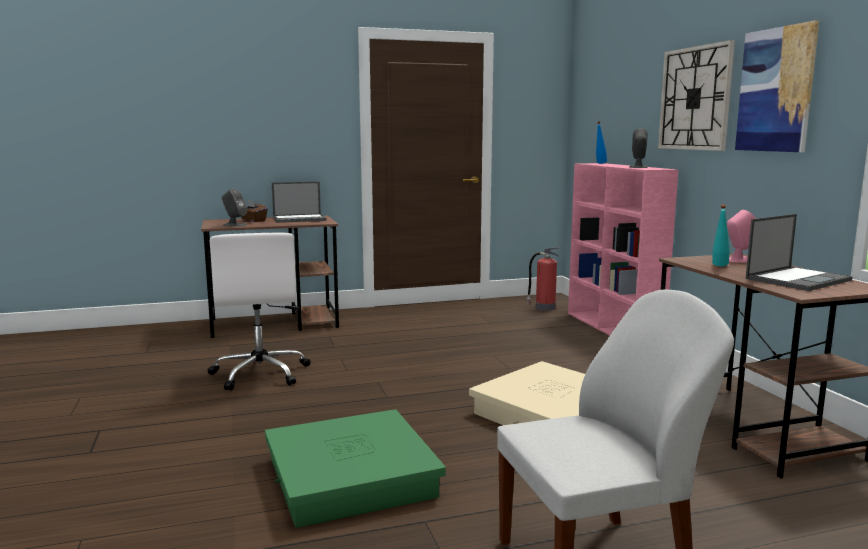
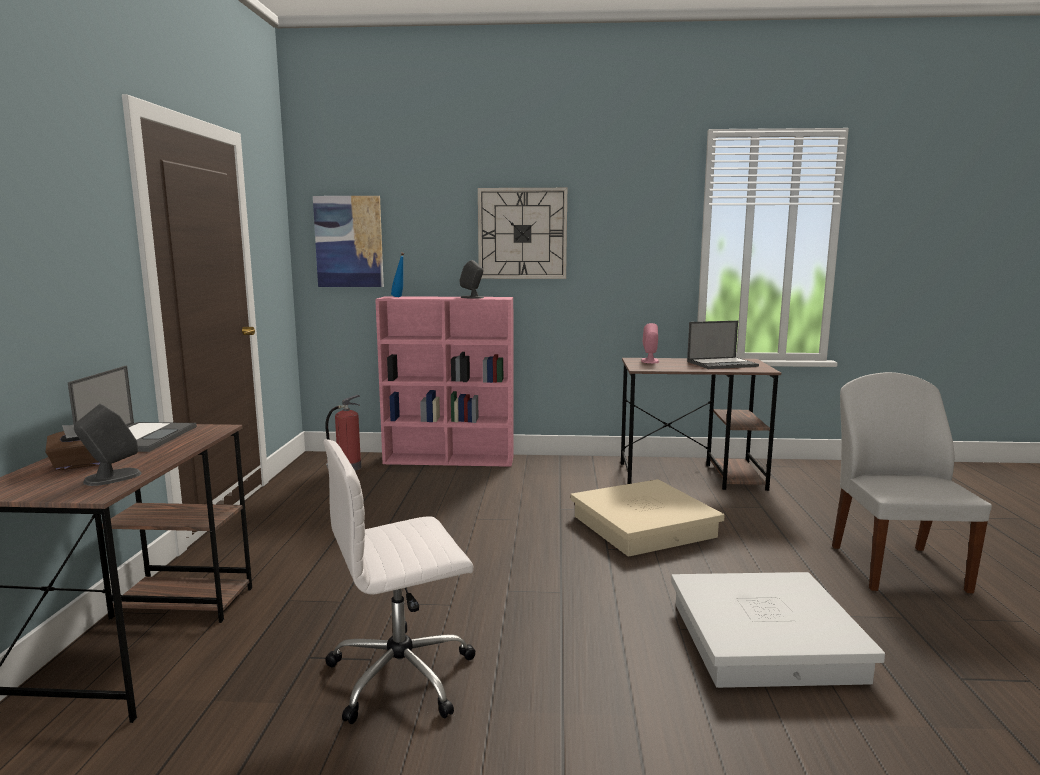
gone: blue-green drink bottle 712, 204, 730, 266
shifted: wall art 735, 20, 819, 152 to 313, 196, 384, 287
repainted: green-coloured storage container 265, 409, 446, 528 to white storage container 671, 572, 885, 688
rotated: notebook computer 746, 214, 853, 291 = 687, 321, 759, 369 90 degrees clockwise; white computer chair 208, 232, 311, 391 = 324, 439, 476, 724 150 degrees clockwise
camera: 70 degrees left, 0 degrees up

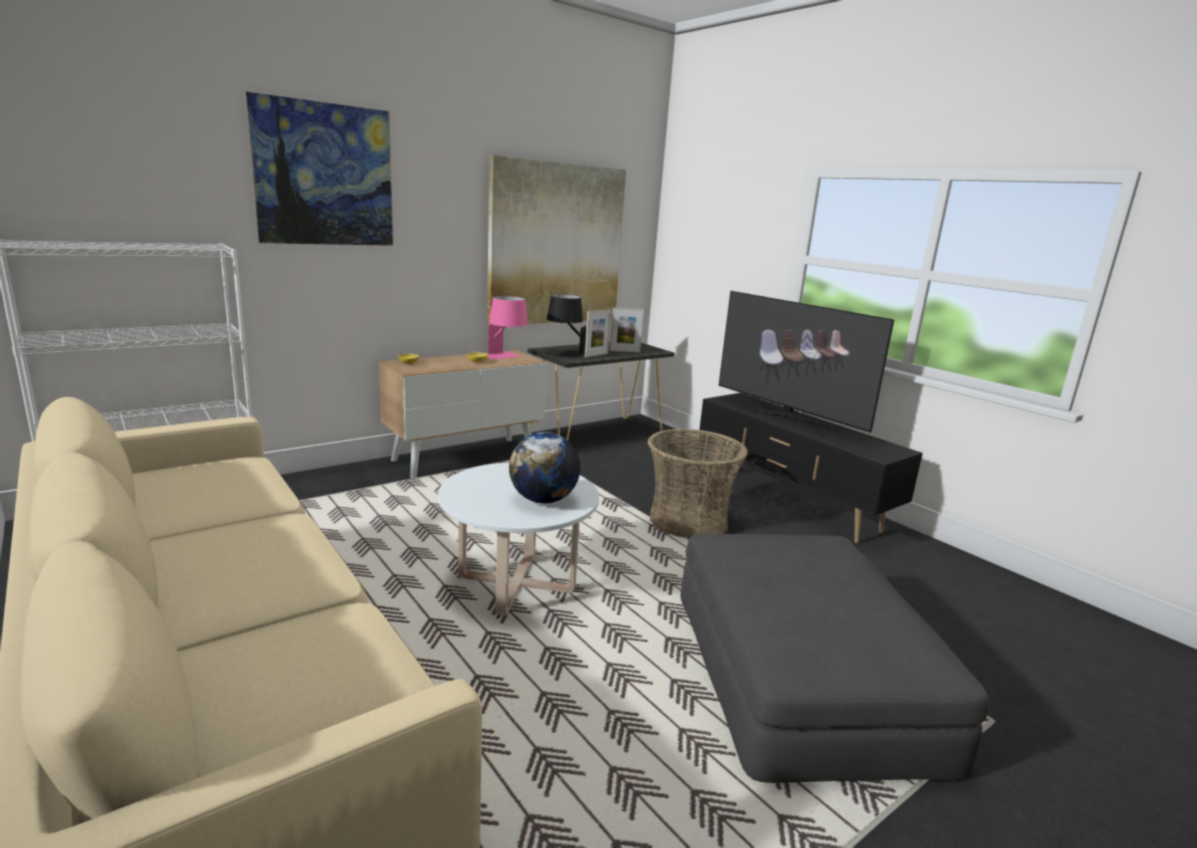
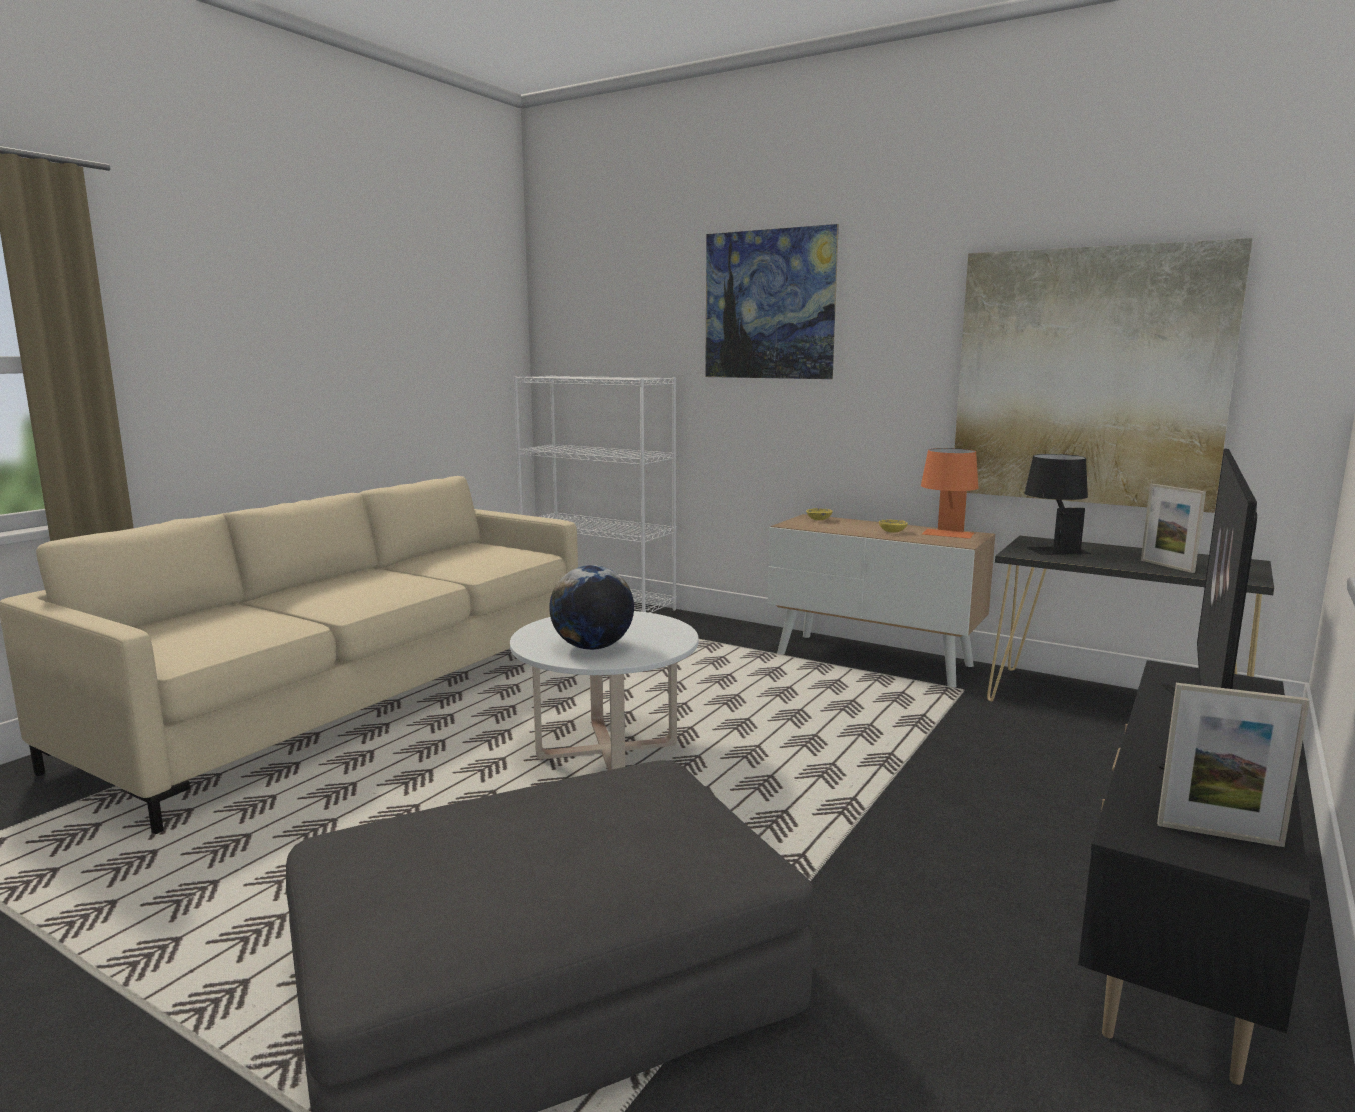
gone: storage basket 647, 429, 748, 539
shifted: standing frame 585, 309, 611, 357 to 1157, 683, 1309, 847
repainted: pink lamp for a table 487, 296, 528, 359 to orange-coloured lamp for a table 921, 448, 979, 539
camera: 70 degrees right, 5 degrees down

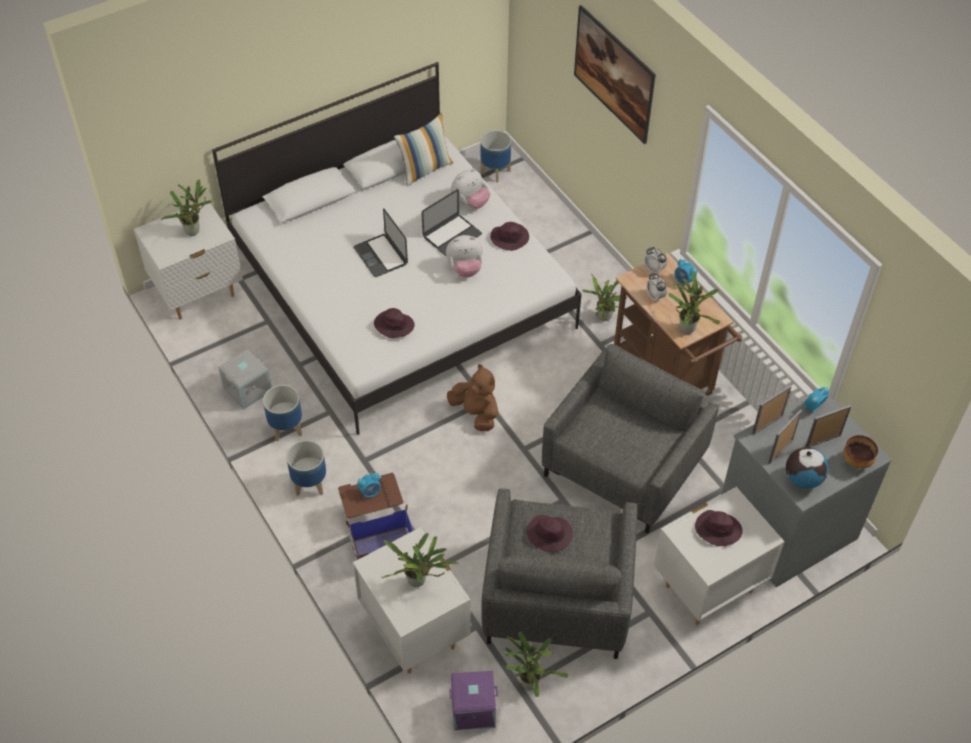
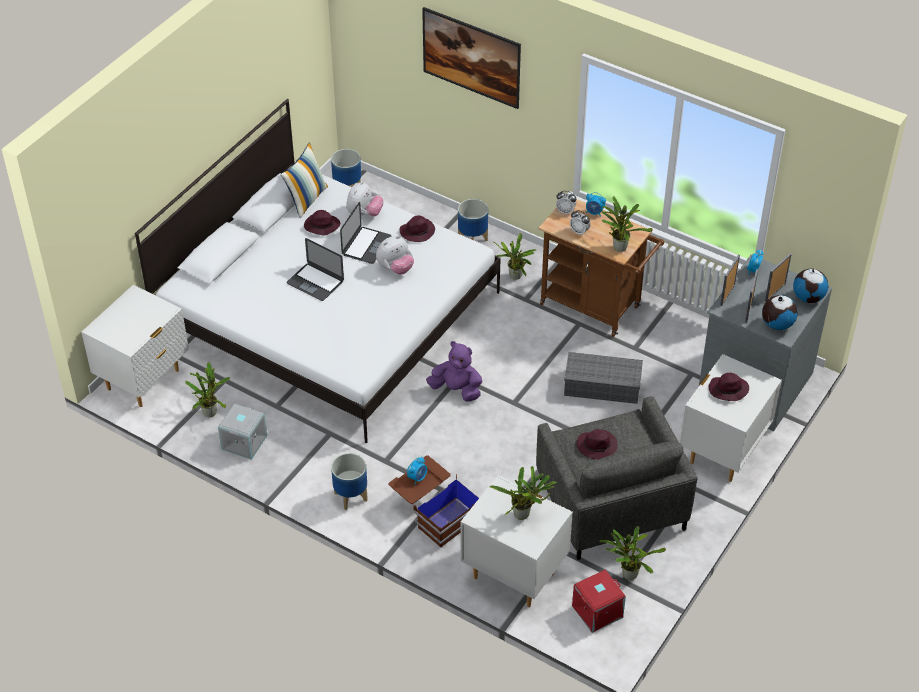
shifted: houseplant 161, 180, 212, 236 to 185, 362, 230, 417; purplish wearable hat 374, 308, 415, 338 to 304, 210, 340, 236; planter 263, 385, 302, 442 to 458, 199, 488, 241
swapped: greyish easy chair 542, 344, 719, 534 to greyish storage container 564, 352, 643, 404; bowl 843, 435, 878, 469 to world globe 793, 268, 828, 303
repainted: brown cuddly toy 447, 364, 498, 431 to purplish cuddly toy 426, 341, 482, 402; purplish storage container 449, 671, 498, 730 to red-coloured storage container 572, 570, 626, 633
camera: 25 degrees left, 5 degrees down

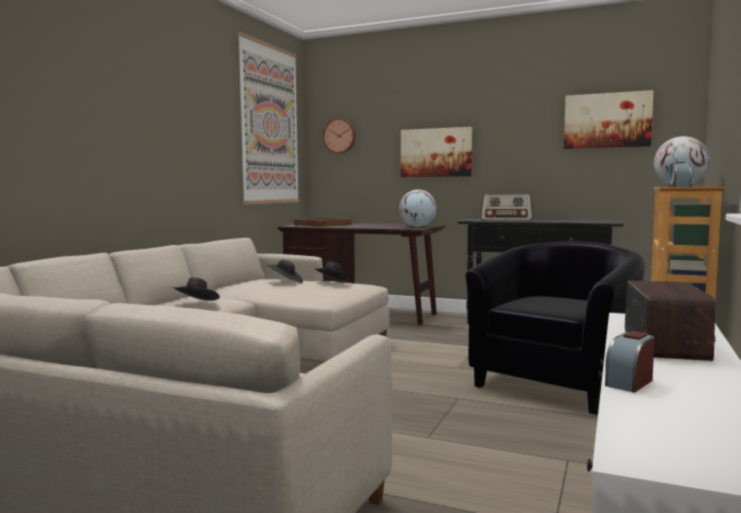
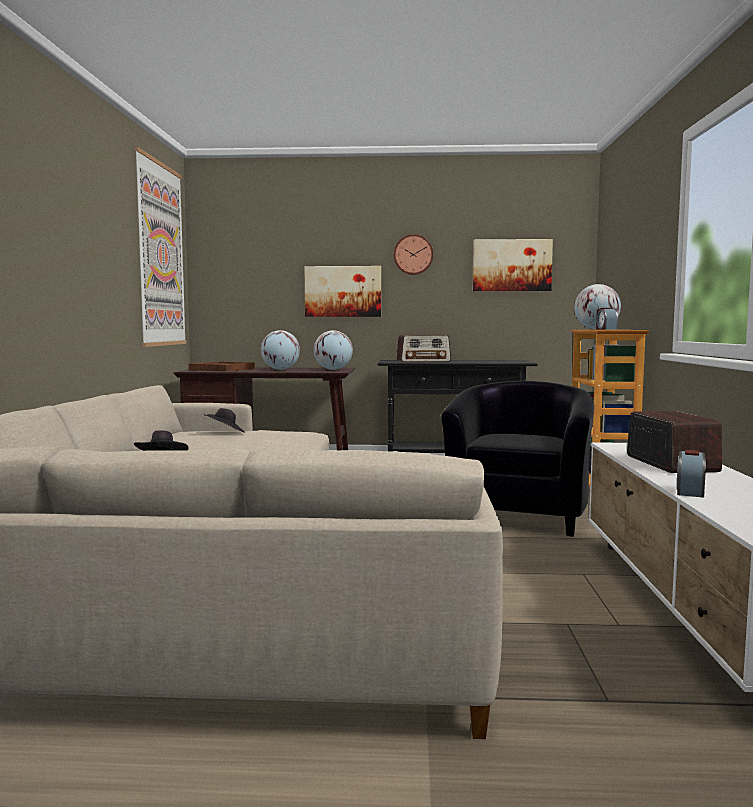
gone: black-coloured wearable hat 314, 261, 351, 281
new: world globe 261, 330, 300, 370
shifted: wall clock 323, 118, 356, 154 to 394, 234, 433, 275
camera: 20 degrees left, 0 degrees up

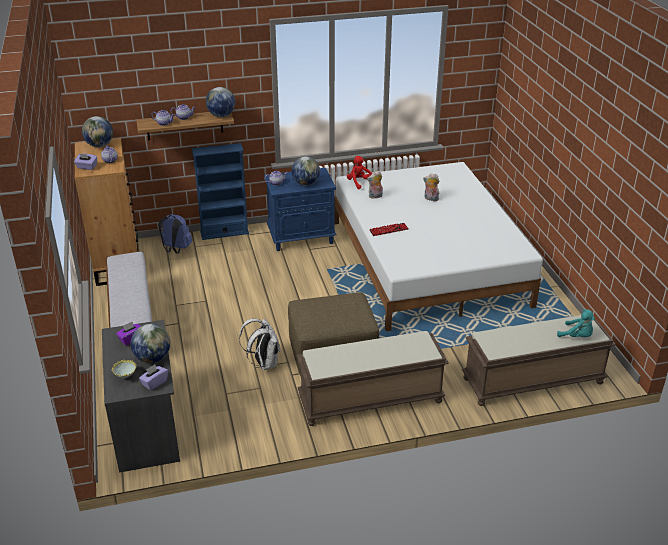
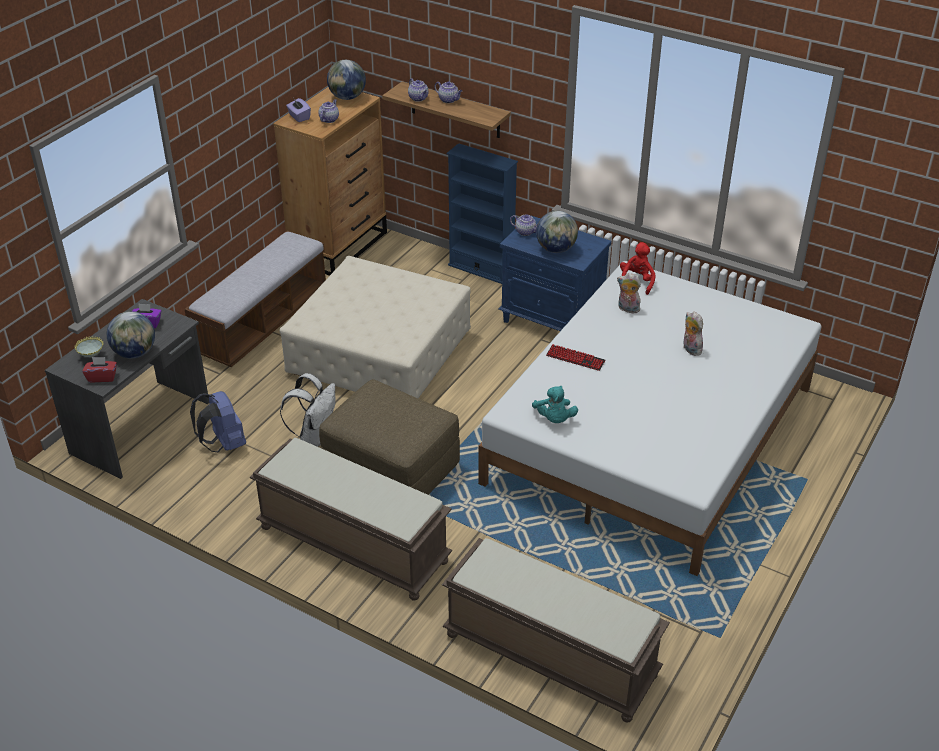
gone: world globe 206, 87, 236, 117
new: beige footrest 280, 256, 471, 398
shifted: blue rucksack 159, 214, 192, 254 to 190, 391, 246, 452; blue-green cuddly toy 557, 309, 595, 337 to 532, 386, 578, 423
repainted: purplish tissue holder 139, 365, 168, 391 to red-coloured tissue holder 82, 357, 117, 382
camera: 45 degrees right, 5 degrees up

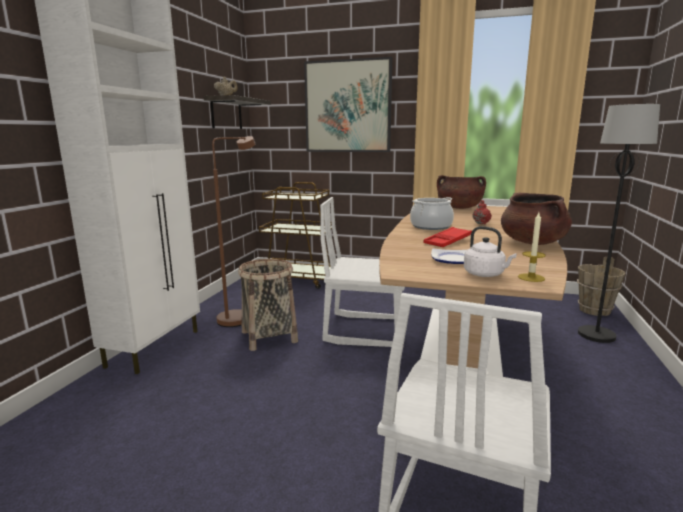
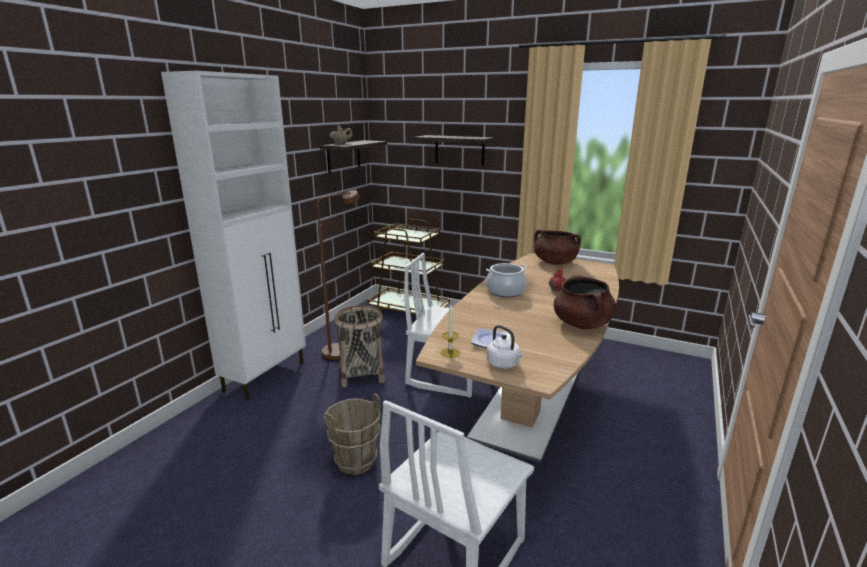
gone: black-coloured floor lamp 578, 104, 660, 343; red-coloured serving tray 423, 227, 472, 247
shifted: wax candle 518, 212, 546, 282 to 441, 305, 460, 358; brown bucket 577, 257, 626, 316 to 324, 393, 380, 475
swapped: wall art 304, 57, 392, 152 to wall shelf 413, 135, 495, 166
camera: 10 degrees right, 5 degrees up

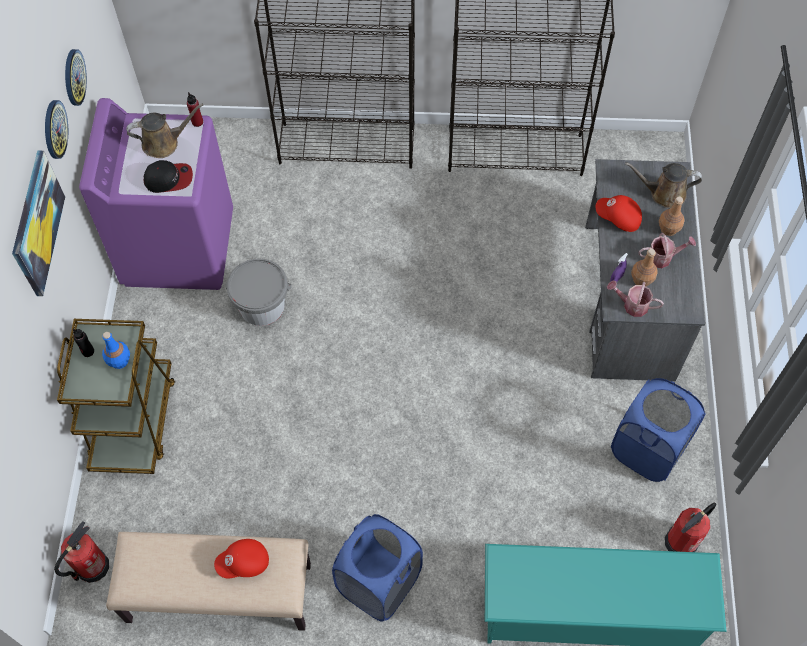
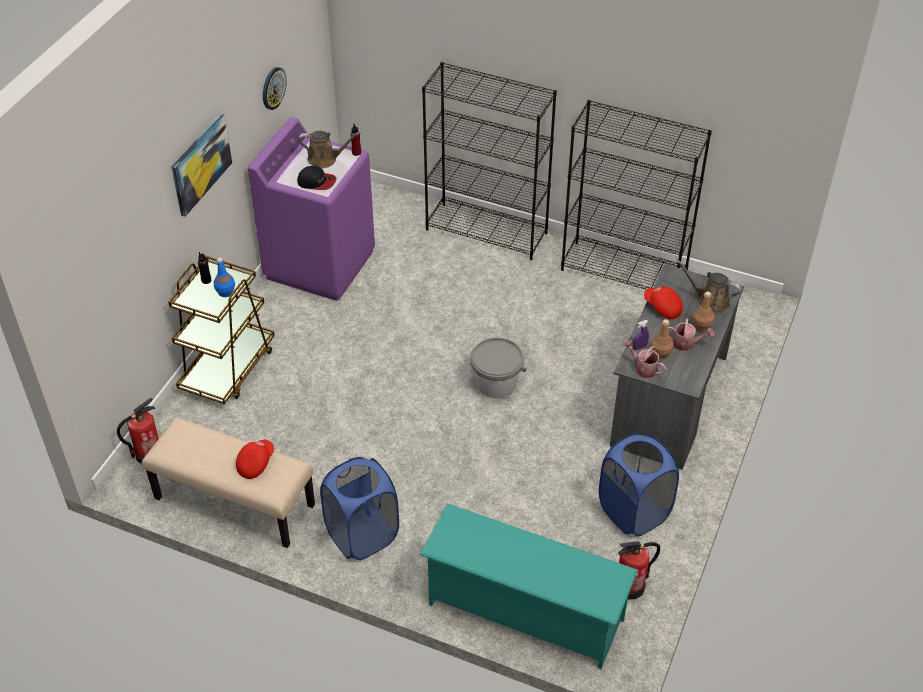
gone: wall clock 45, 100, 68, 159
shifted: greyish bucket 226, 259, 292, 326 to 470, 338, 526, 399
rotated: red-coloured baseball cap 214, 539, 269, 579 = 236, 440, 274, 479 120 degrees clockwise
camera: 20 degrees right, 15 degrees down

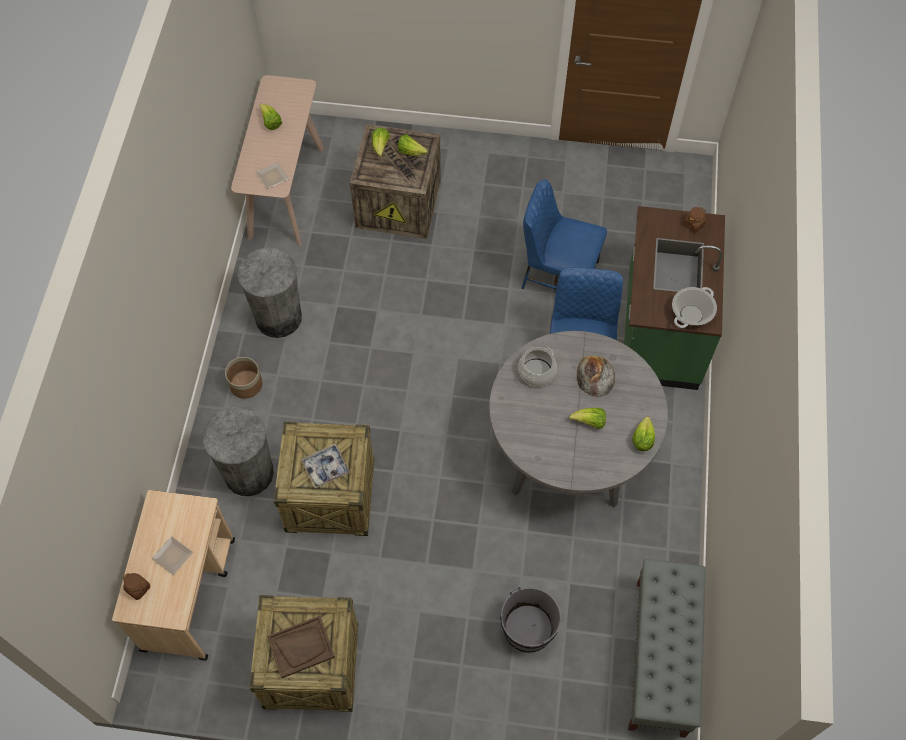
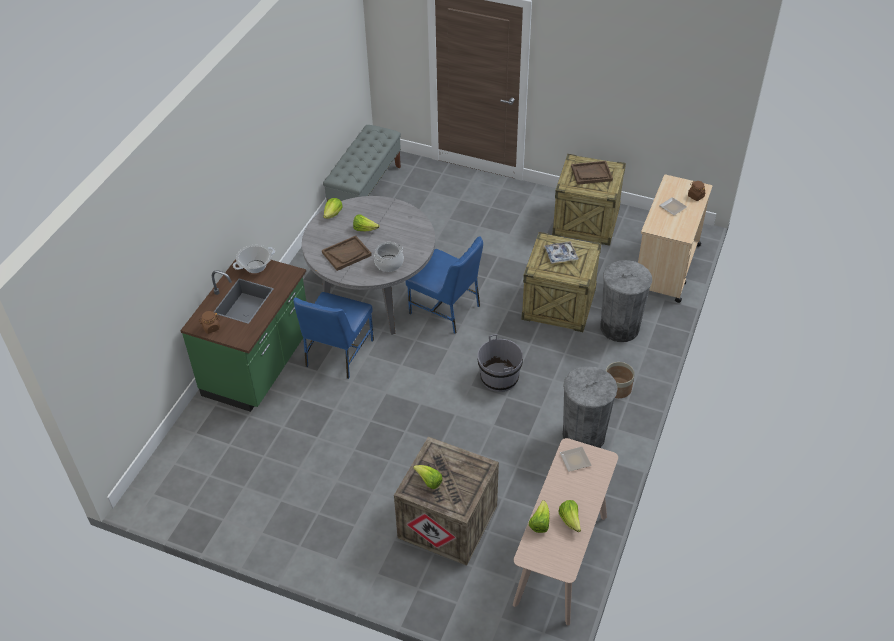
shifted: lettuce 372, 128, 390, 157 to 529, 500, 550, 533; blue chair 521, 180, 607, 290 to 406, 236, 483, 334; greyish bucket 501, 586, 561, 653 to 477, 334, 523, 392
swapped: bakery bread 577, 356, 615, 397 to brown serving tray 322, 236, 372, 271
camera: 165 degrees left, 15 degrees down

